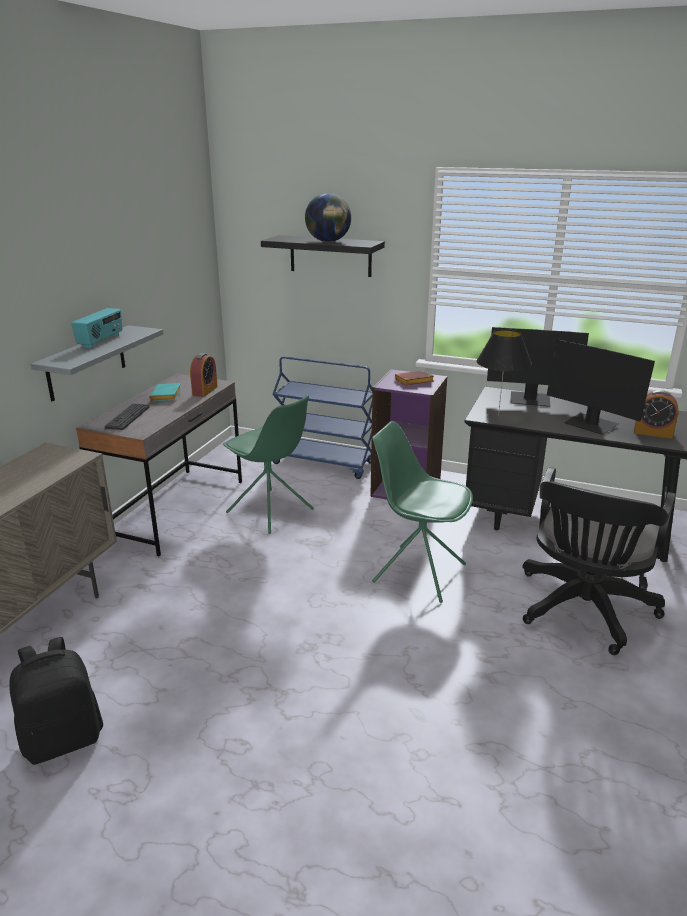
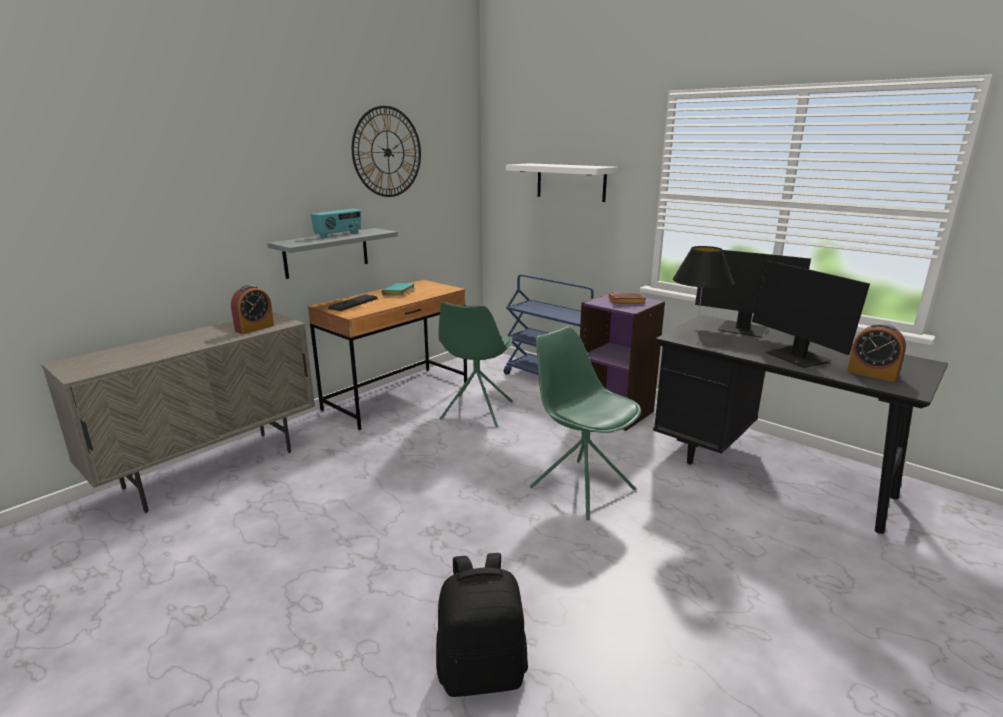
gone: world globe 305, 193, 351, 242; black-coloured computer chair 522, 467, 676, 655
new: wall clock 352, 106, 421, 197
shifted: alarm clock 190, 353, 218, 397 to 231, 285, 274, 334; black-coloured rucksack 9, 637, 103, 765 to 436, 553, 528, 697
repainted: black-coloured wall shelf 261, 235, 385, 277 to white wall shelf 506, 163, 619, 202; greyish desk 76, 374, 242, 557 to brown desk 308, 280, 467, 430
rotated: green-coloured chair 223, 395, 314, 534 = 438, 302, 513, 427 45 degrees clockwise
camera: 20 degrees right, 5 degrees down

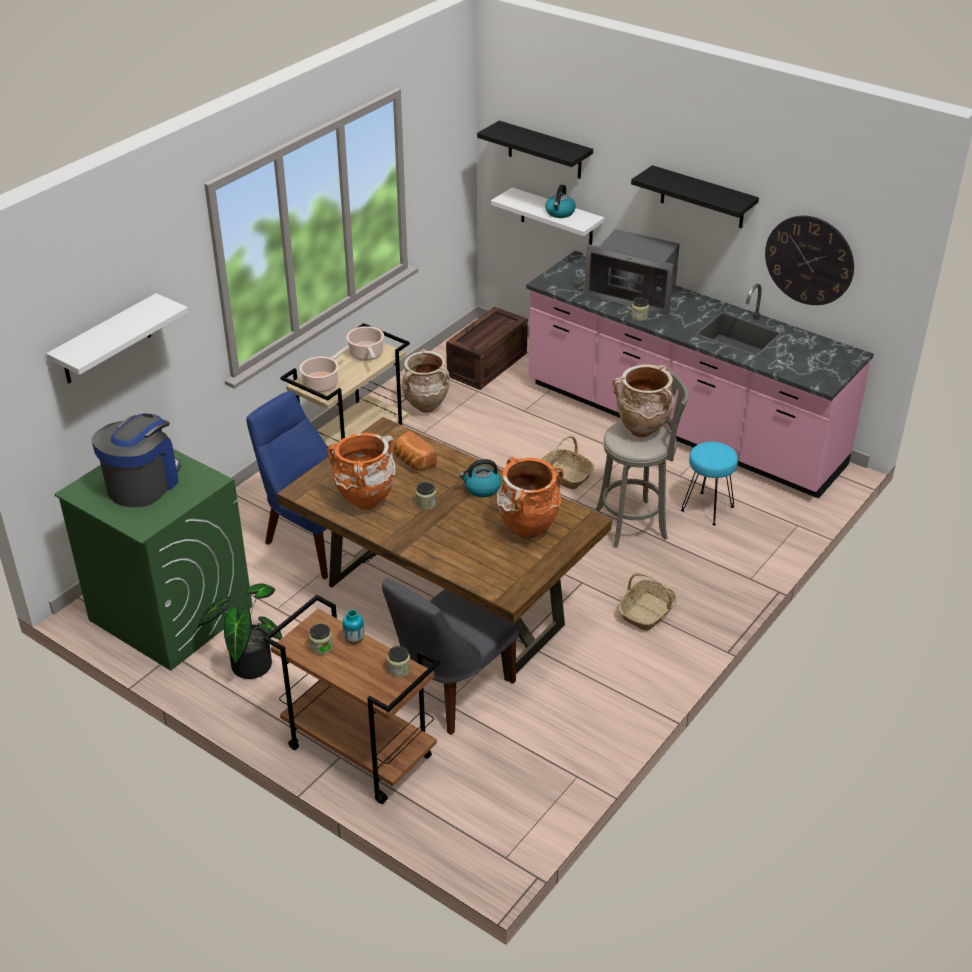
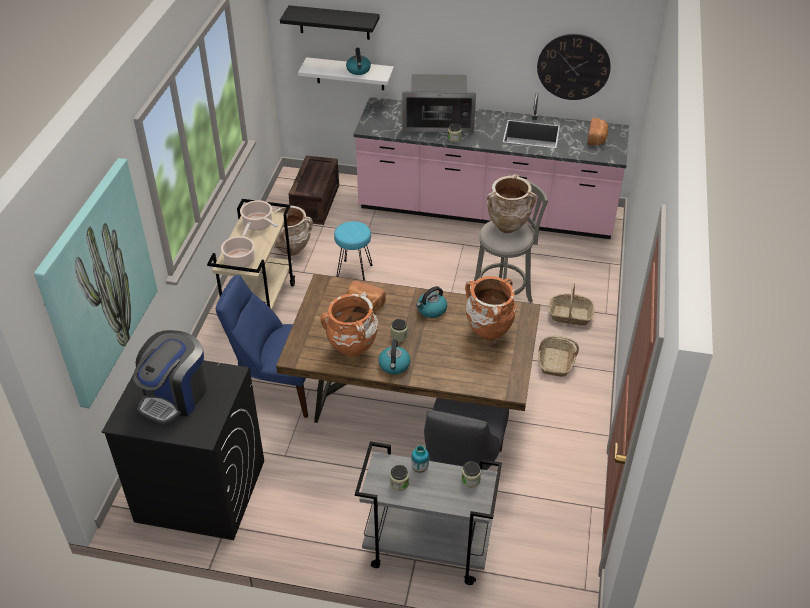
gone: black-coloured wall shelf 631, 165, 759, 228; houseplant 198, 584, 283, 679
new: bakery bread 587, 117, 608, 146; water kettle 378, 340, 410, 375
shifted: storage basket 542, 436, 594, 490 to 549, 283, 594, 326; blue-green stool 681, 442, 738, 525 to 334, 221, 373, 281
swapped: white wall shelf 46, 293, 189, 384 to wall art 34, 158, 158, 408
repainted: green-coloured laundry appliance 54, 449, 252, 671 to black-coloured laundry appliance 102, 360, 264, 540; brown wheeled cart 264, 595, 440, 804 to greyish wheeled cart 355, 441, 502, 585
rotated: coffee machine 92, 413, 181, 507 = 133, 330, 207, 425 150 degrees counterclockwise
camera: 25 degrees left, 5 degrees up

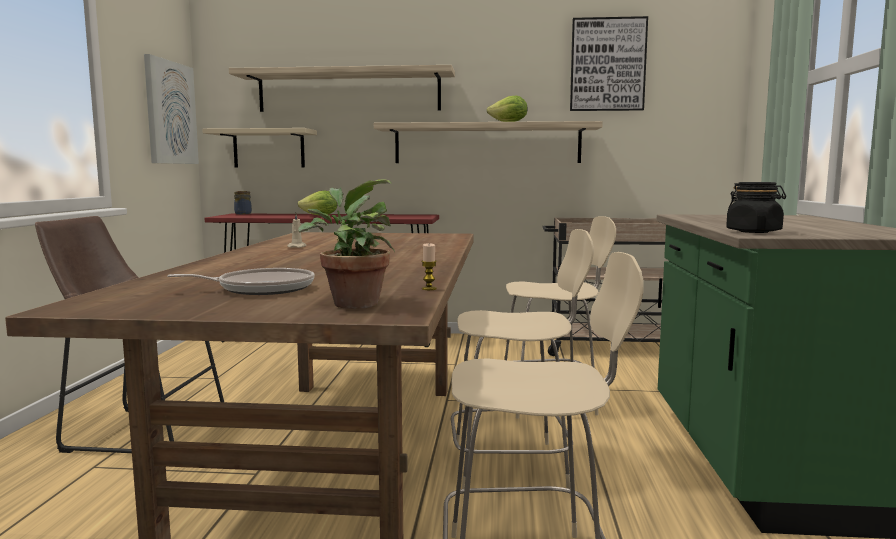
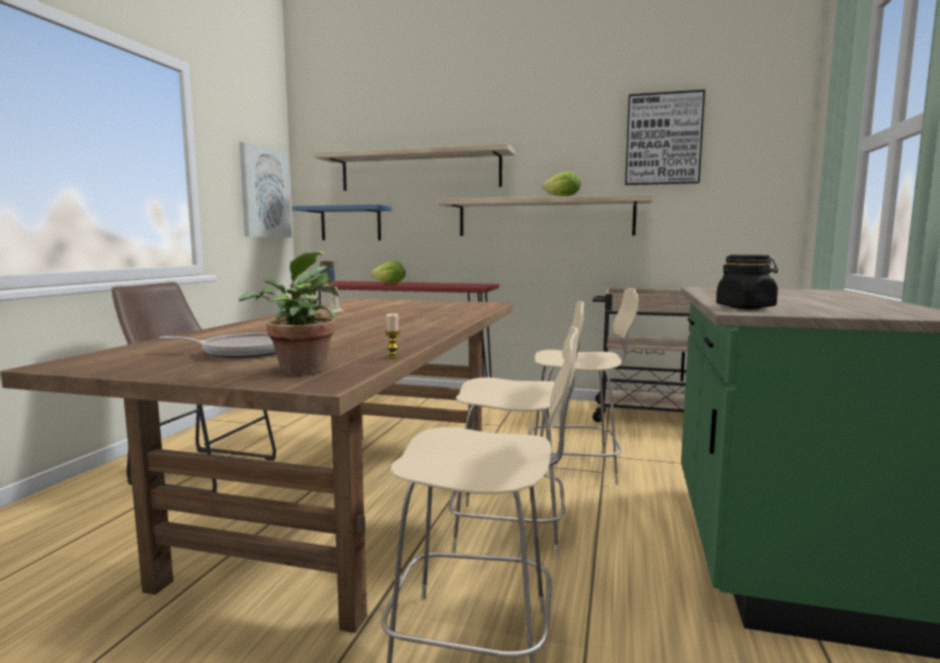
repainted: beige wall shelf 202, 128, 317, 168 to blue wall shelf 292, 204, 392, 240
camera: 10 degrees right, 0 degrees up

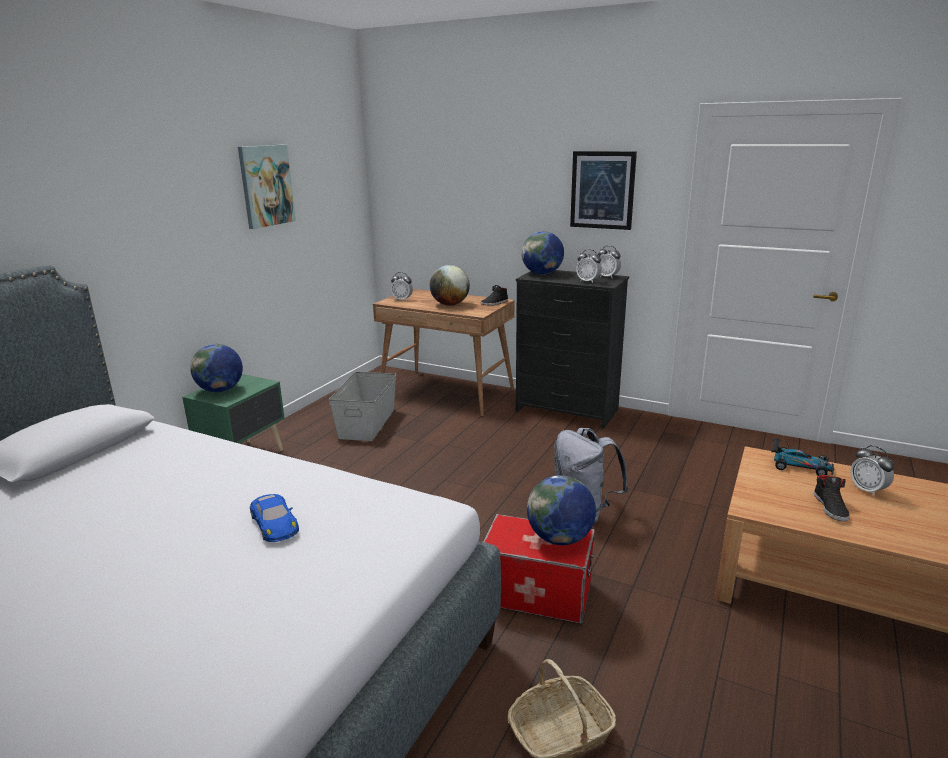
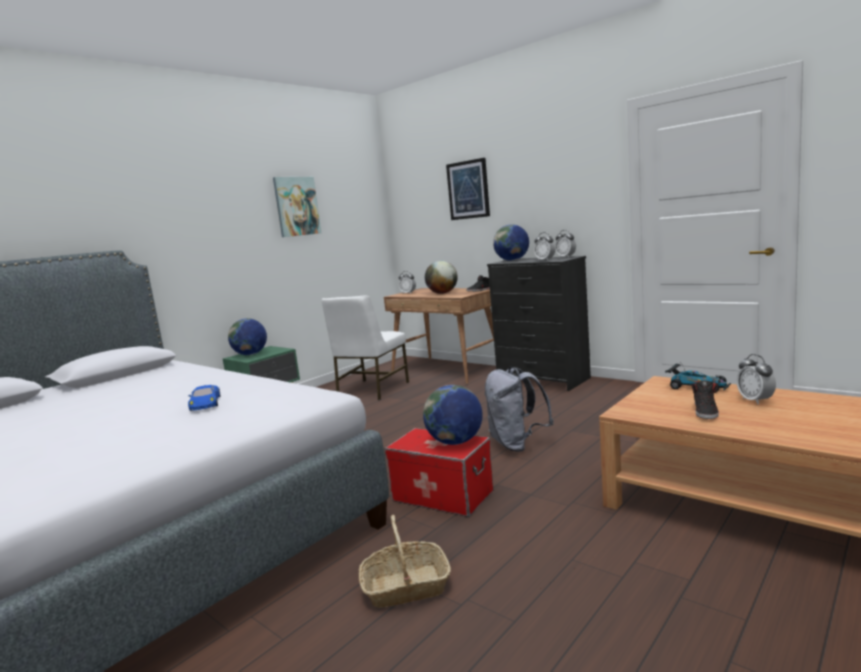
shifted: wall art 570, 151, 637, 230 to 446, 158, 490, 220
swapped: greyish storage container 329, 372, 396, 441 to white chair 322, 295, 409, 400
camera: 15 degrees right, 10 degrees down

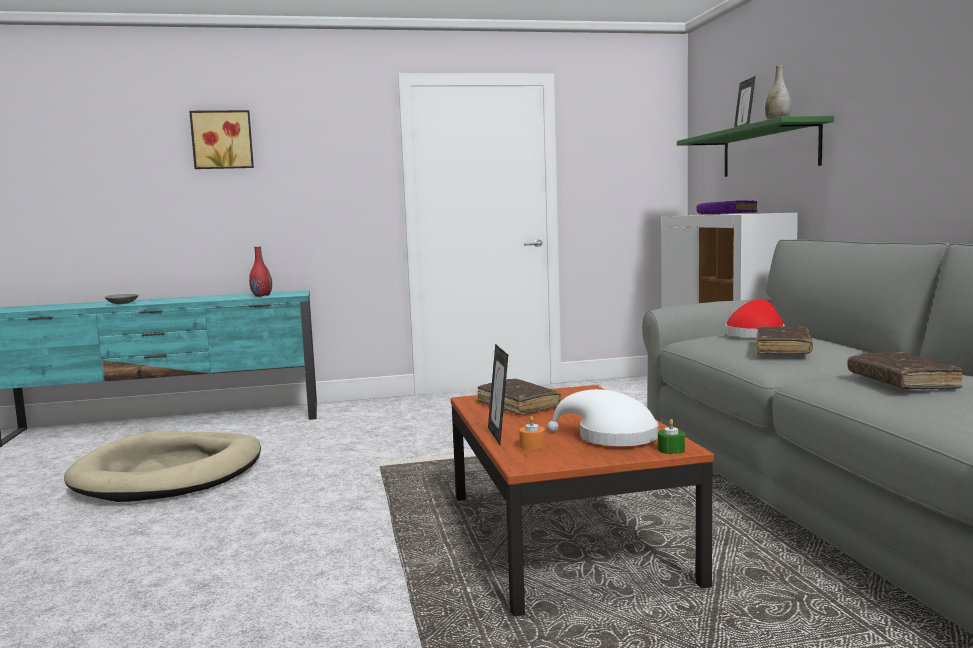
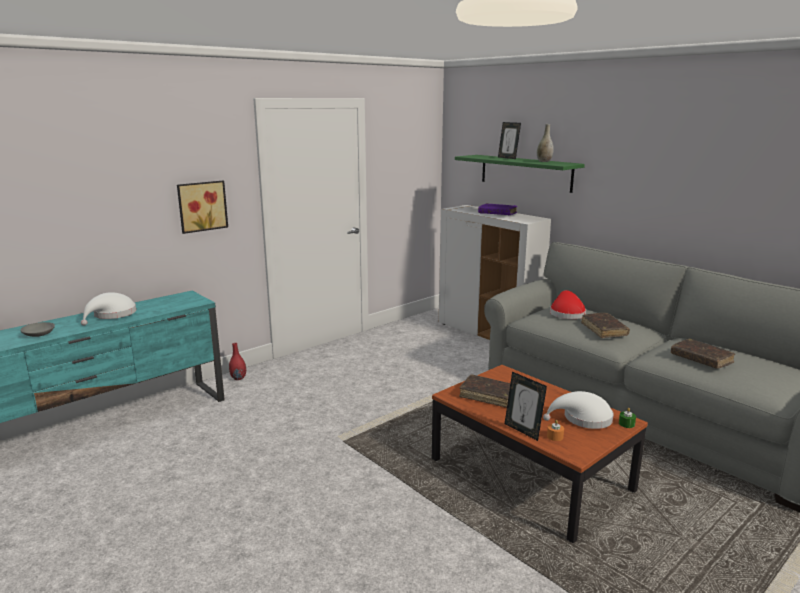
gone: beige dog cushion 64, 431, 261, 502
new: white wearable hat 81, 292, 136, 326
shifted: wall art 189, 110, 254, 169 to 177, 181, 228, 234; red-coloured vase 249, 247, 272, 297 to 229, 343, 246, 380
camera: 30 degrees left, 10 degrees up

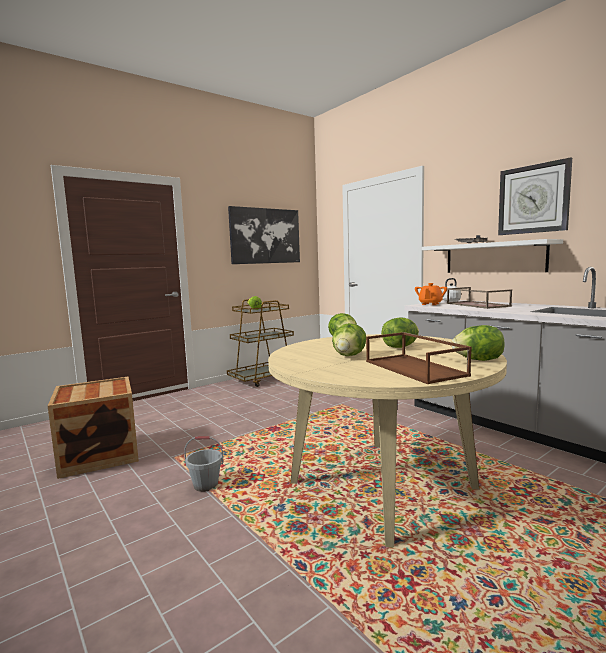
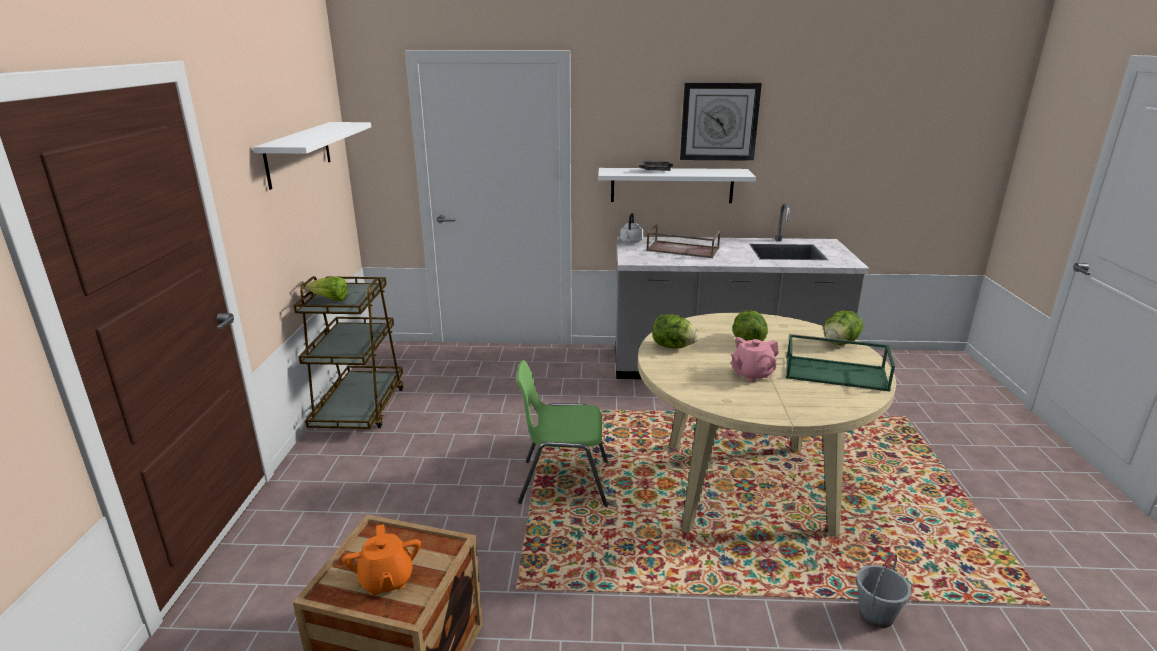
new: green-coloured chair 516, 360, 608, 507
shifted: orange-coloured teapot 415, 283, 447, 305 to 343, 524, 421, 595; greyish bucket 184, 436, 224, 492 to 856, 553, 911, 628
swapped: wall art 228, 206, 300, 264 to white wall shelf 253, 122, 371, 190; lettuce 332, 323, 366, 356 to pink teapot 731, 337, 779, 382
repainted: brown serving tray 366, 332, 472, 384 to green-coloured serving tray 786, 334, 895, 391
camera: 50 degrees left, 15 degrees up

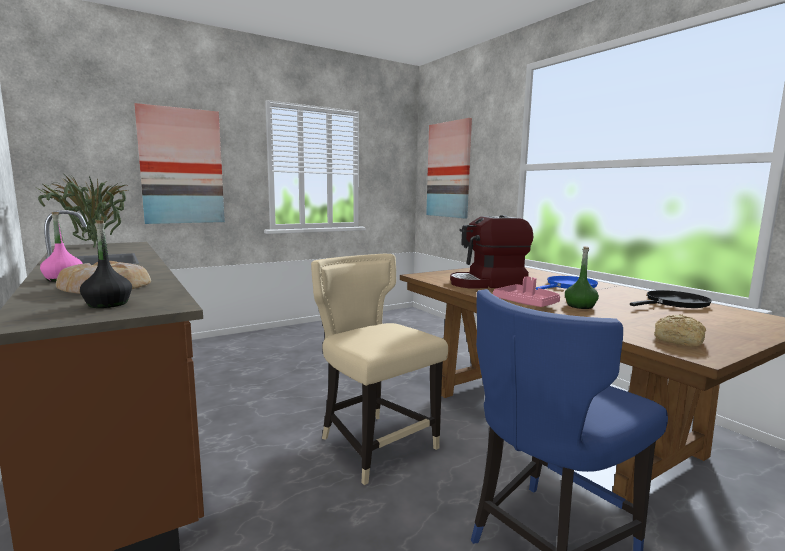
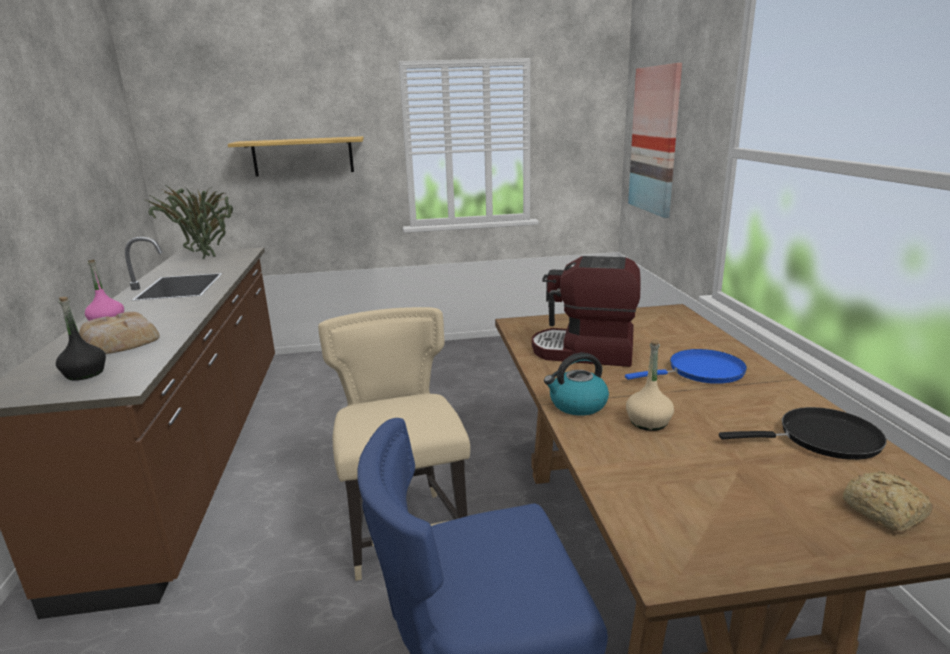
shifted: bakery bread 654, 314, 706, 347 to 843, 471, 933, 532
swapped: wall art 134, 103, 225, 224 to wall shelf 228, 136, 364, 177; pink serving tray 493, 276, 560, 307 to water kettle 544, 353, 609, 416
repainted: green-coloured drink bottle 565, 246, 599, 309 to beige drink bottle 626, 340, 674, 431
camera: 25 degrees right, 10 degrees up

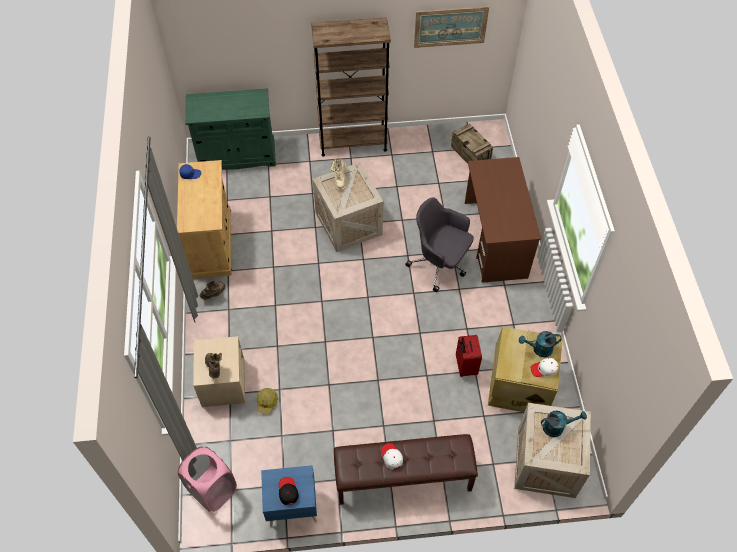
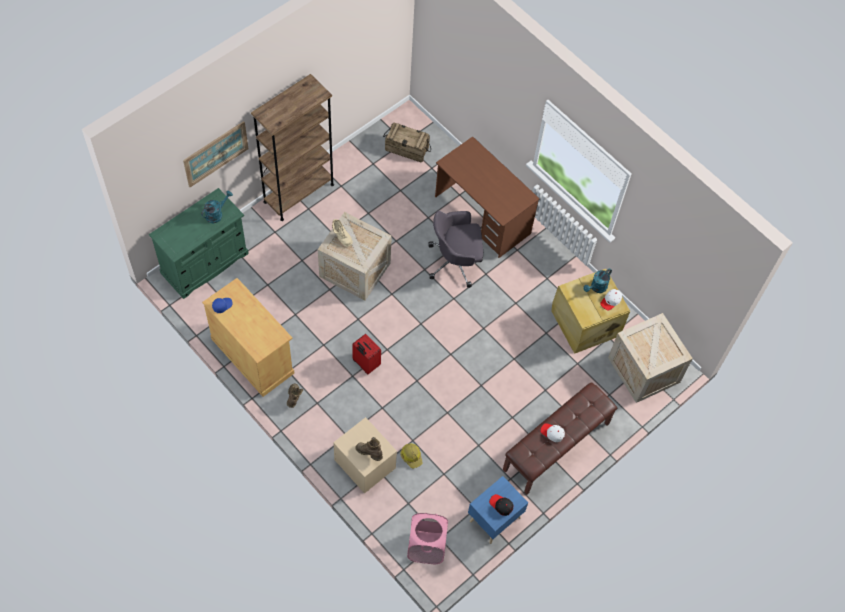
shifted: wall art 414, 6, 489, 48 to 183, 121, 248, 187; red-coloured travel case 456, 335, 482, 377 to 352, 334, 381, 374; blue-green sprinkling can 541, 411, 587, 437 to 201, 191, 233, 223
camera: 40 degrees left, 5 degrees up

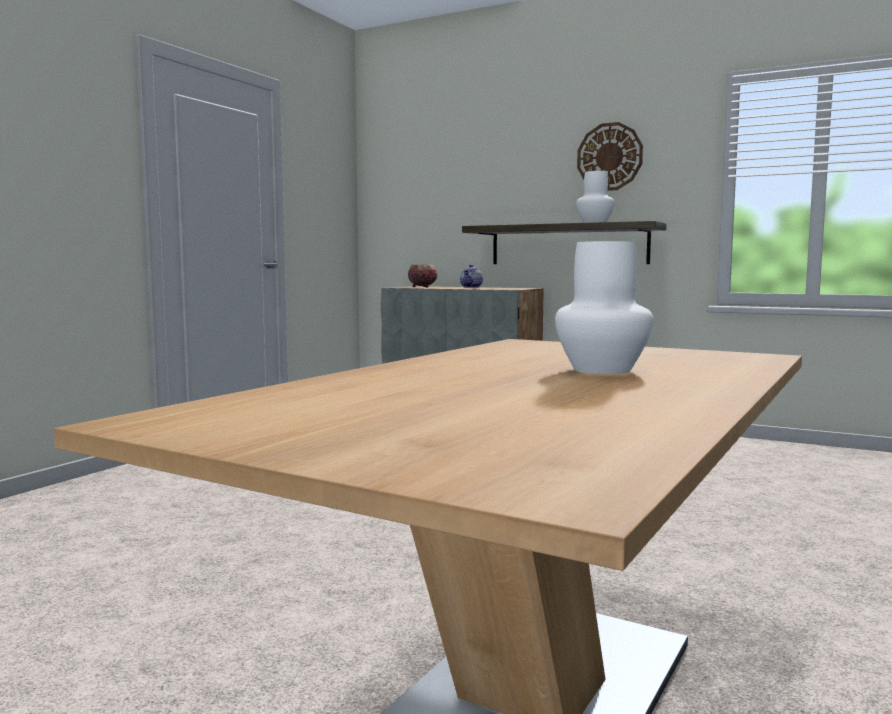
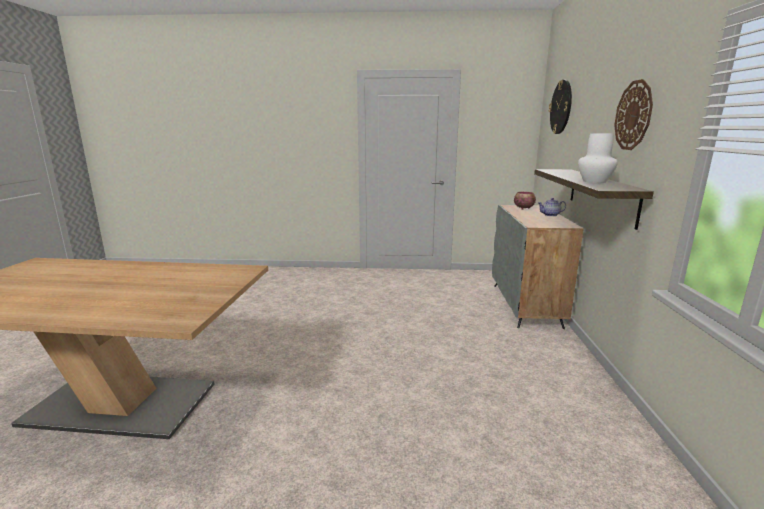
gone: white vase 555, 241, 653, 374
new: wall clock 549, 80, 572, 134
camera: 65 degrees right, 10 degrees up

